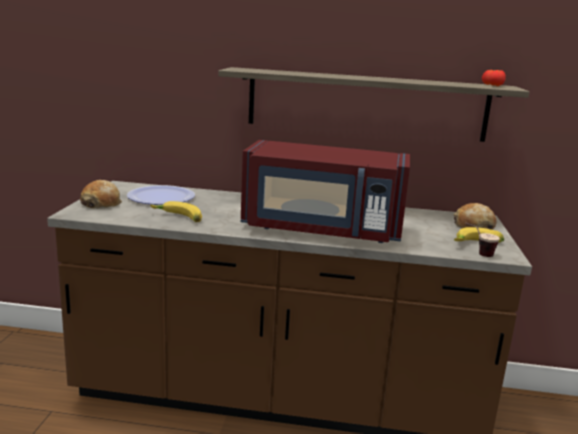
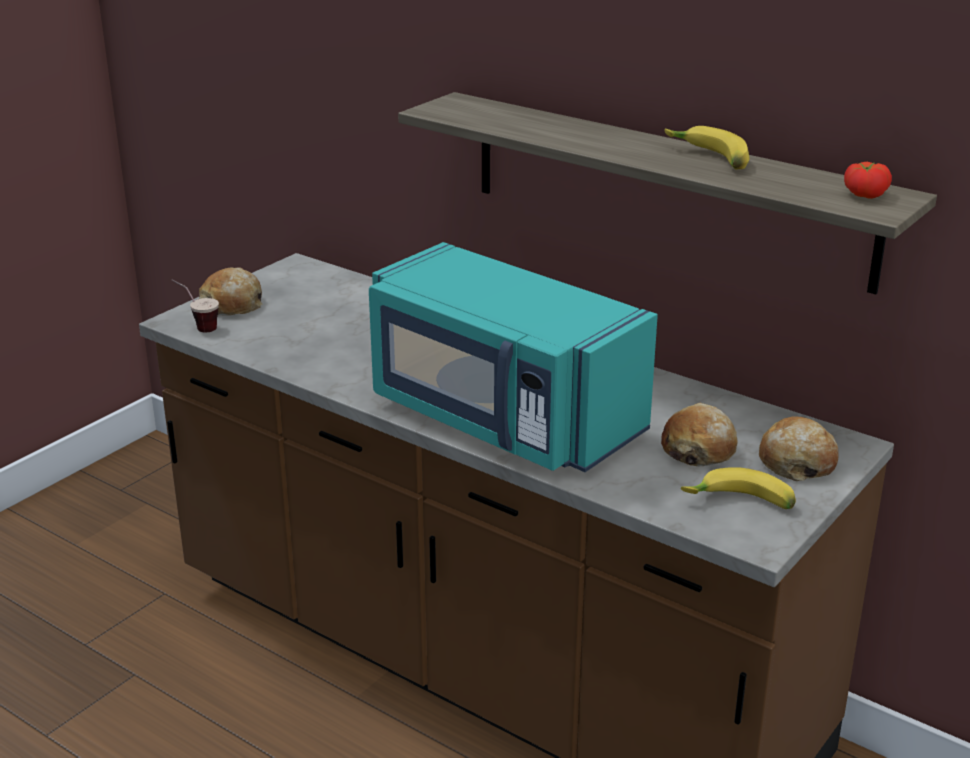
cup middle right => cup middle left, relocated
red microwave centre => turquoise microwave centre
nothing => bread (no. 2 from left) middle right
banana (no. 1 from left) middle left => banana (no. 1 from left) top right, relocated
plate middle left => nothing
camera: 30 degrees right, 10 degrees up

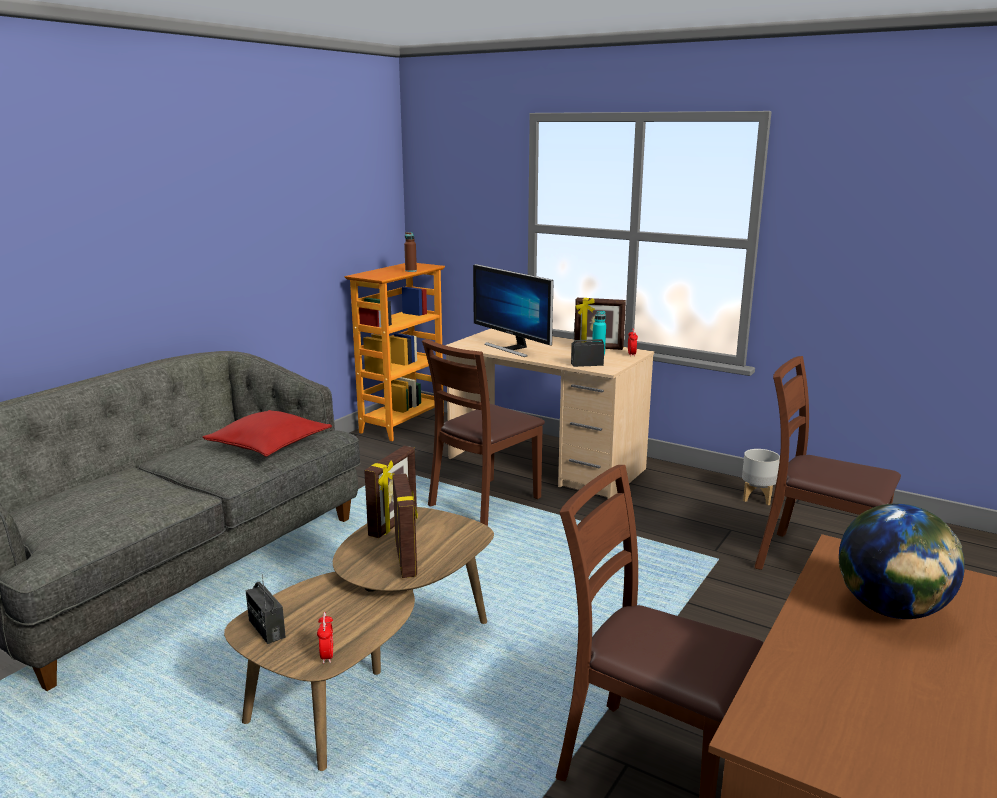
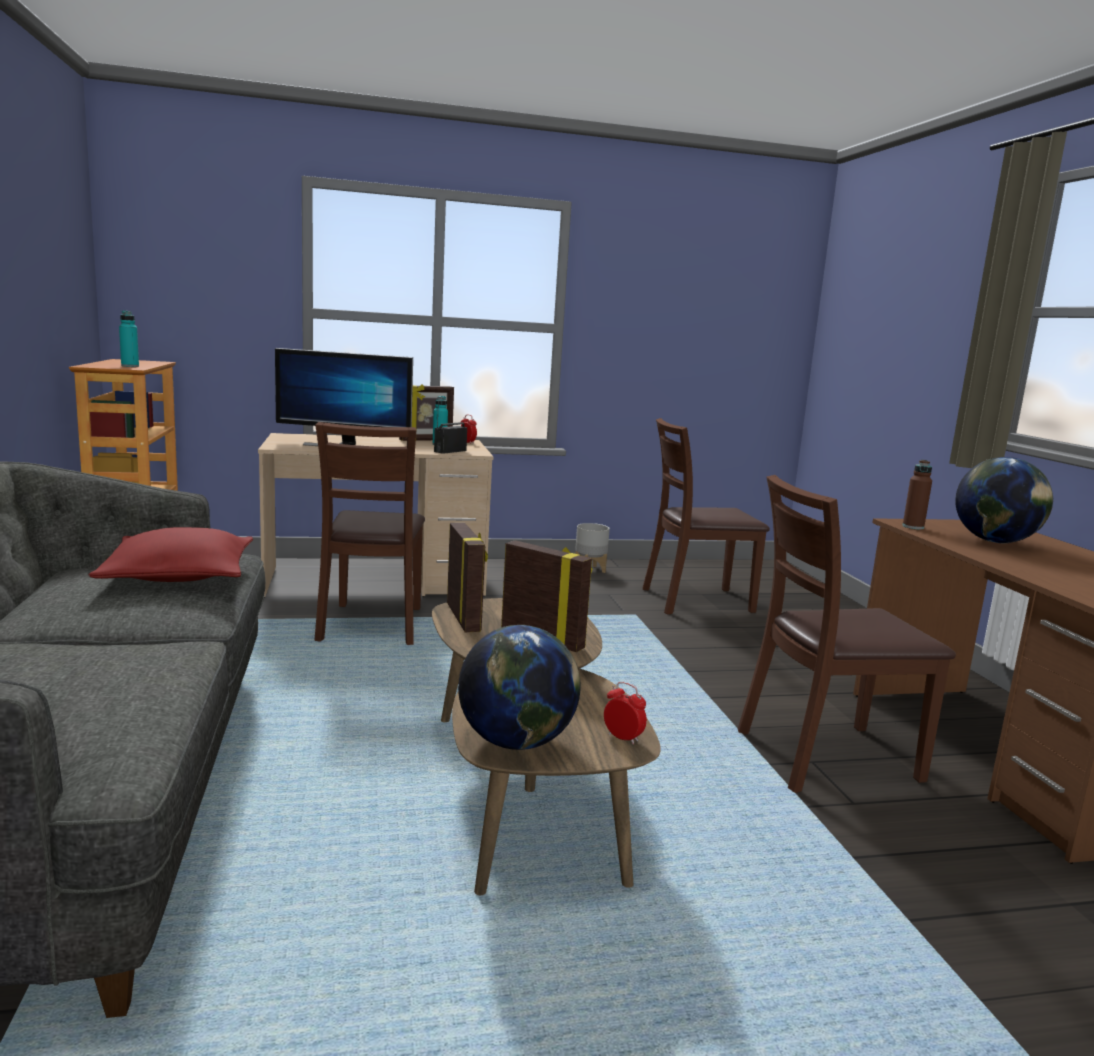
nothing => turquoise bottle (no. 1 from left) top left
radio (no. 1 from left) bottom left => globe (no. 1 from left) centre
brown bottle top centre => brown bottle middle right, relocated
camera: 45 degrees left, 5 degrees down

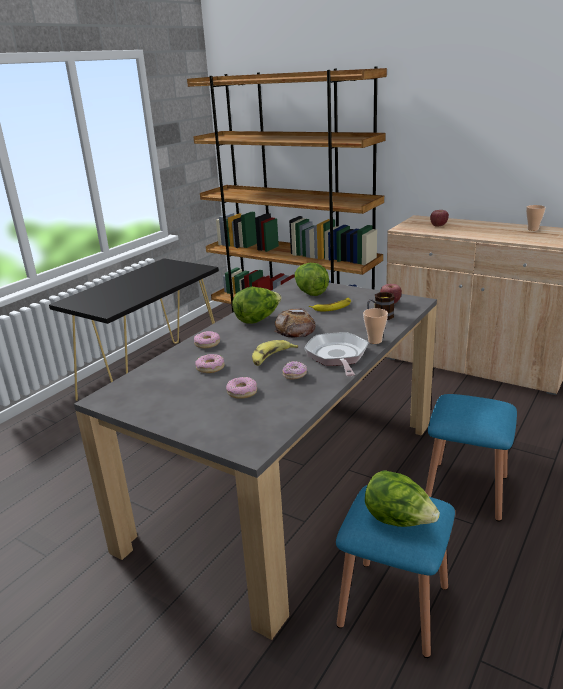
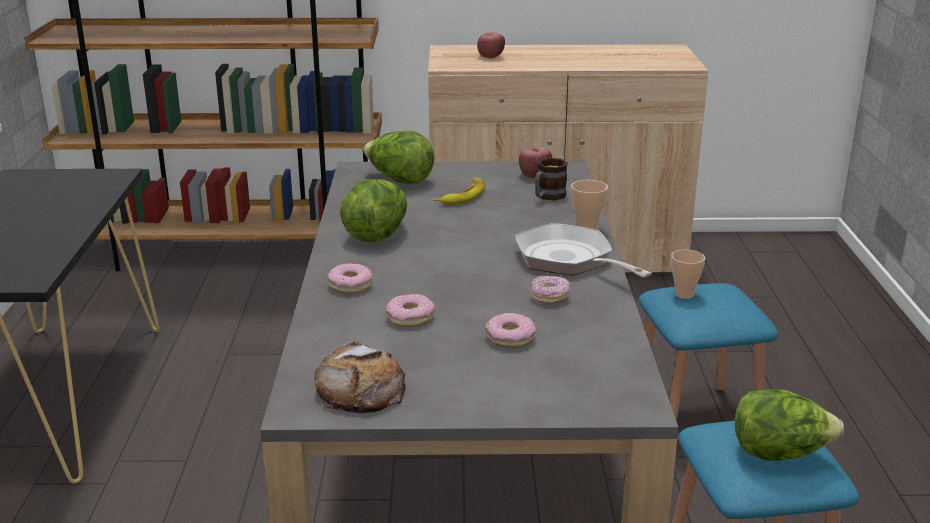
bread centre => bread bottom centre, relocated
cup (no. 2 from left) top right => cup (no. 2 from left) middle right, relocated
banana (no. 1 from left) centre => nothing
camera: 35 degrees left, 0 degrees up

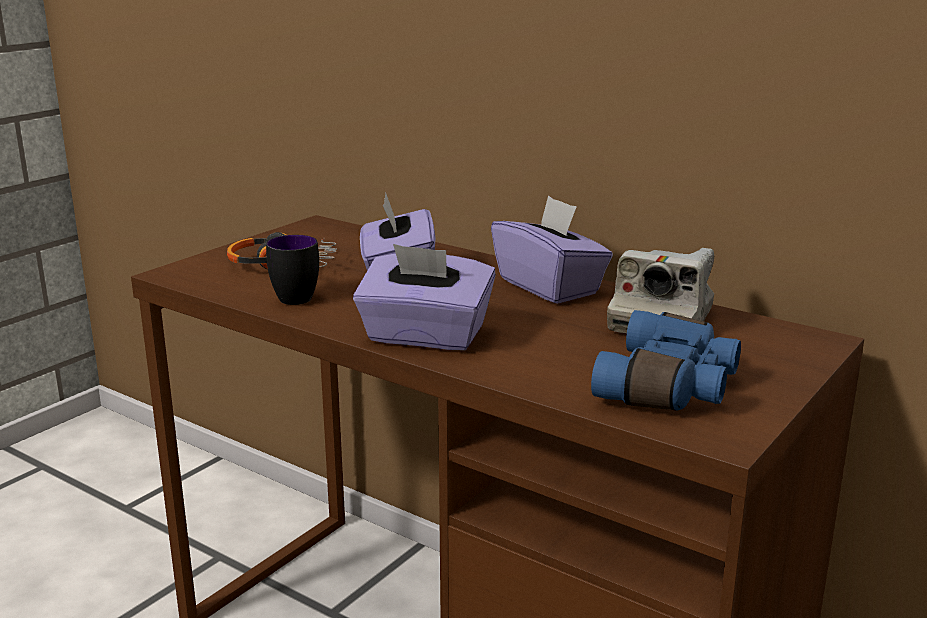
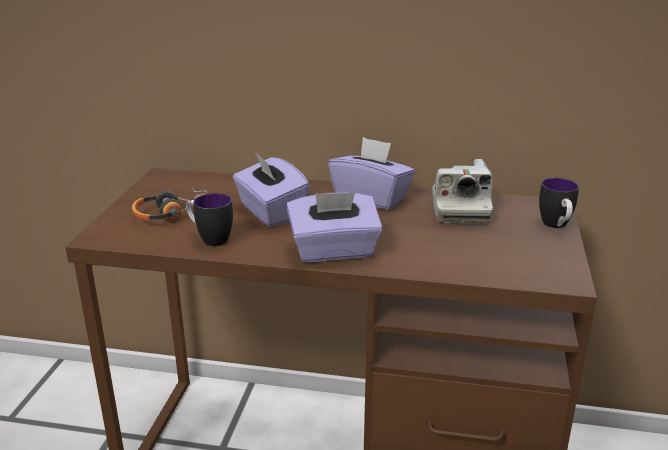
nothing => mug (no. 2 from left) middle right
blue binoculars middle right => nothing
camera: 25 degrees left, 5 degrees up

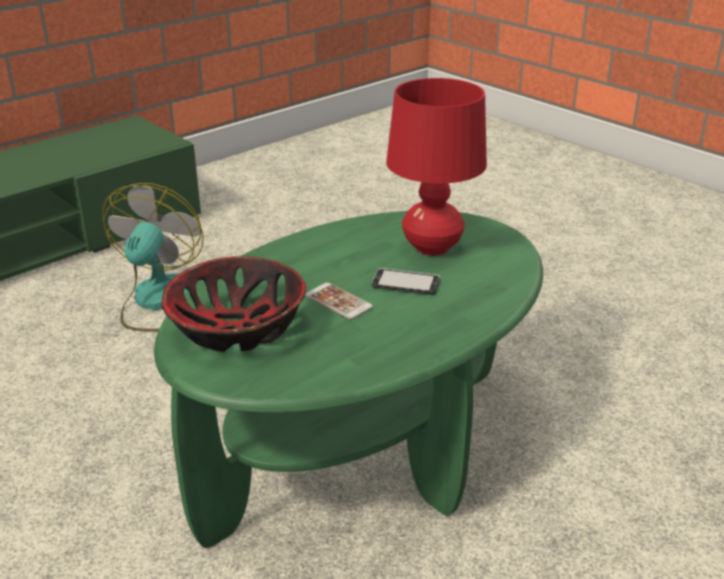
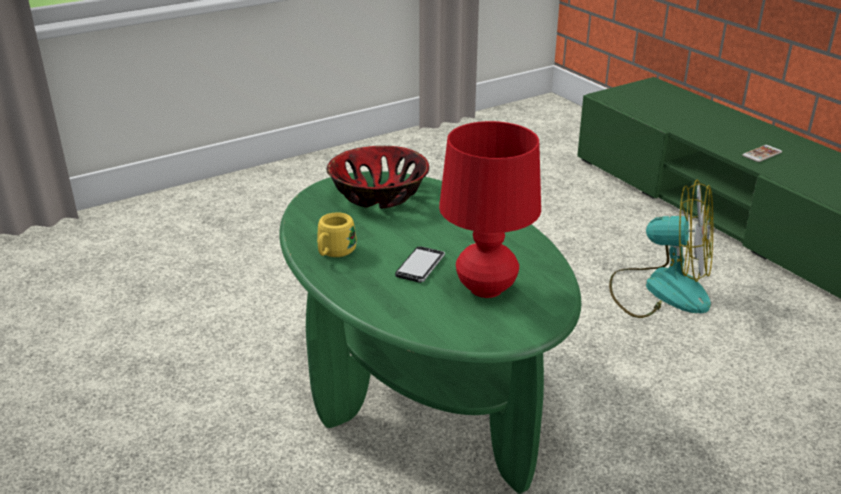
nothing => yellow mug centre
phone (no. 1 from left in the first image) centre => phone (no. 2 from left) top right, relocated
camera: 100 degrees right, 0 degrees up

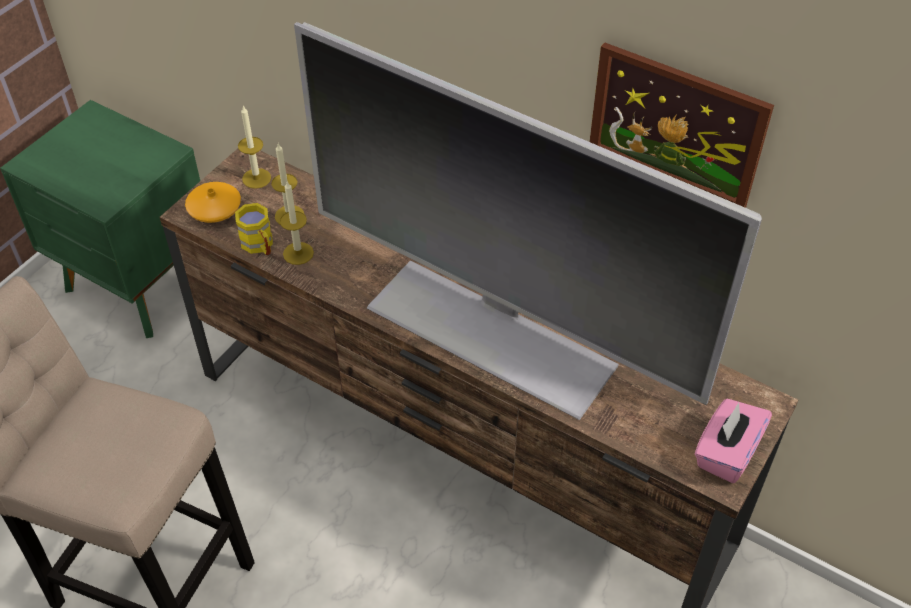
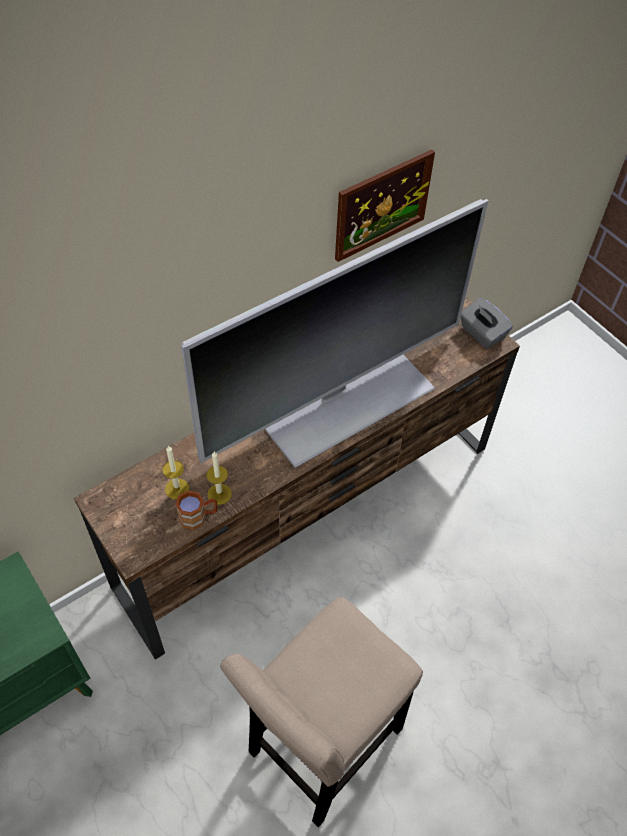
yellow mug middle left => brown mug middle left
pink tissue box bottom right => grey tissue box middle right
orange vase top left => nothing
candle (no. 1 from left) top left => nothing
camera: 70 degrees left, 5 degrees up

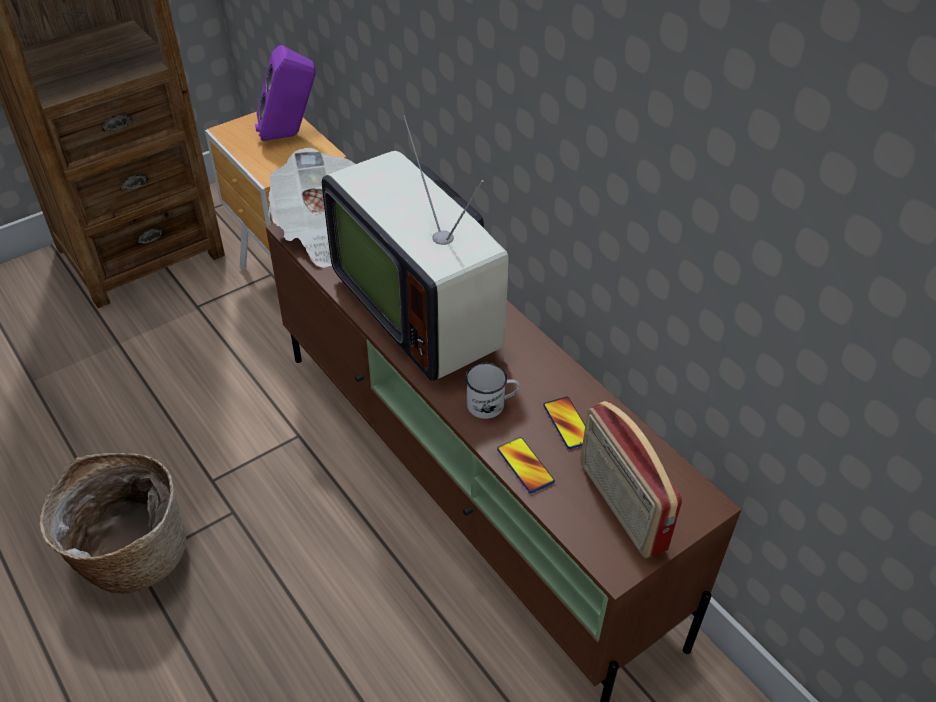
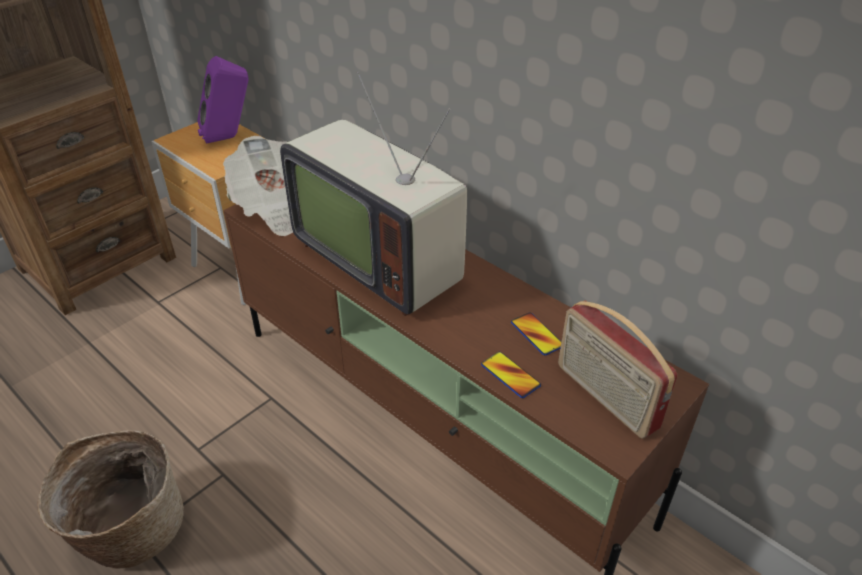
white mug centre => nothing
camera: 10 degrees left, 5 degrees down

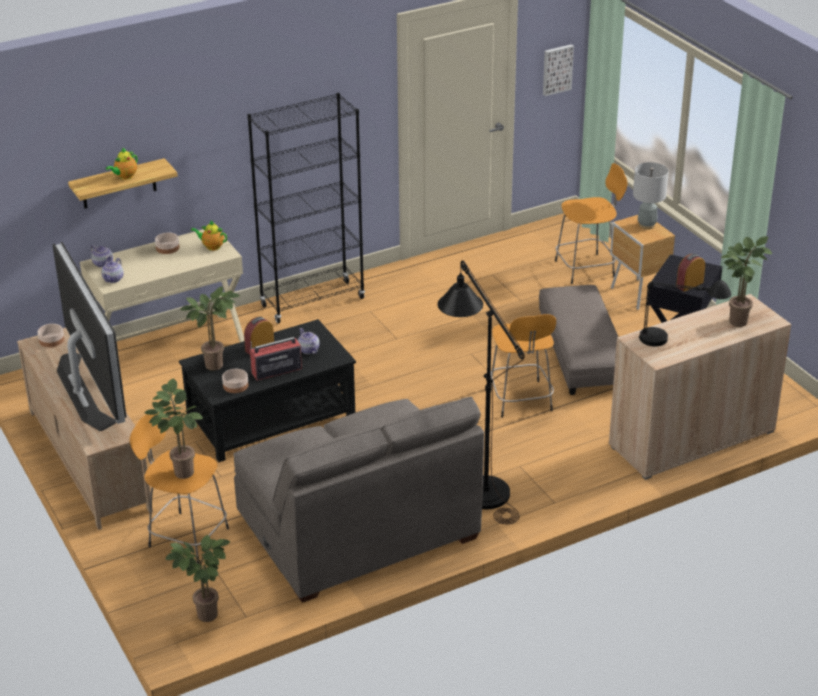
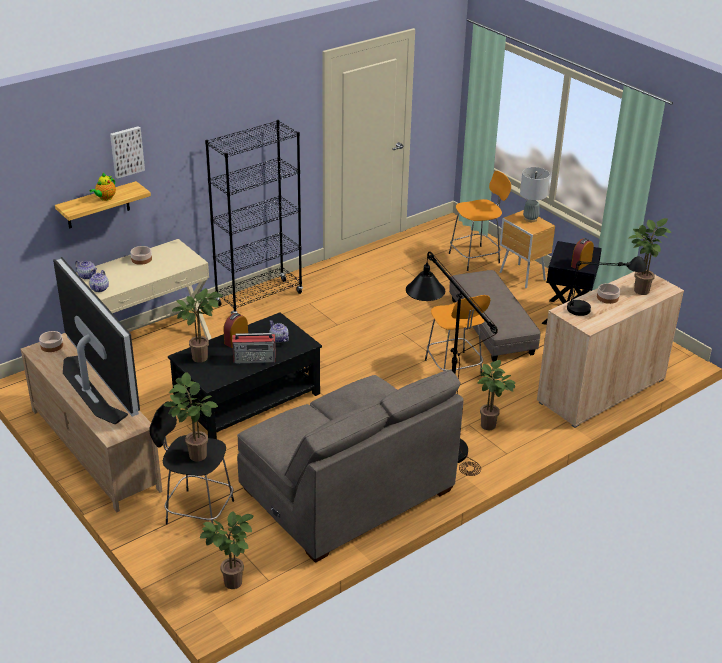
picture top right => picture top left, relocated
orange stool (no. 1 from left) bottom left => black stool bottom left
radio centre, 150 degrees counterclockwise
nothing => potted plant (no. 4 from left) middle right
bowl (no. 3 from left) middle left => bowl (no. 3 from left) middle right, relocated
teapot (no. 4 from left) middle left => nothing
camera: 10 degrees left, 0 degrees up

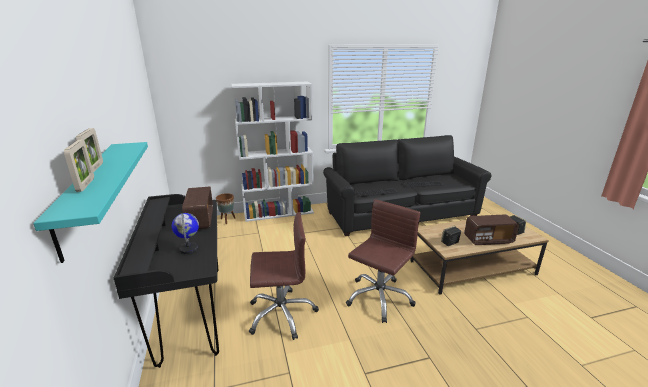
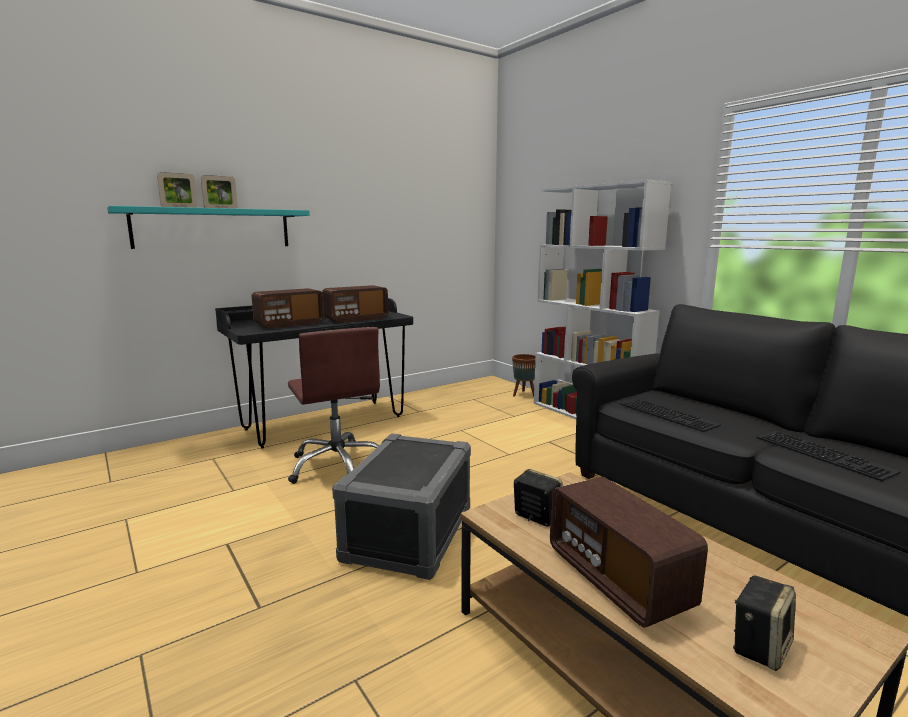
globe middle left => radio (no. 1 from left) middle left
brown office chair (no. 2 from left) bottom centre => grey storage box bottom centre
camera: 70 degrees right, 10 degrees down

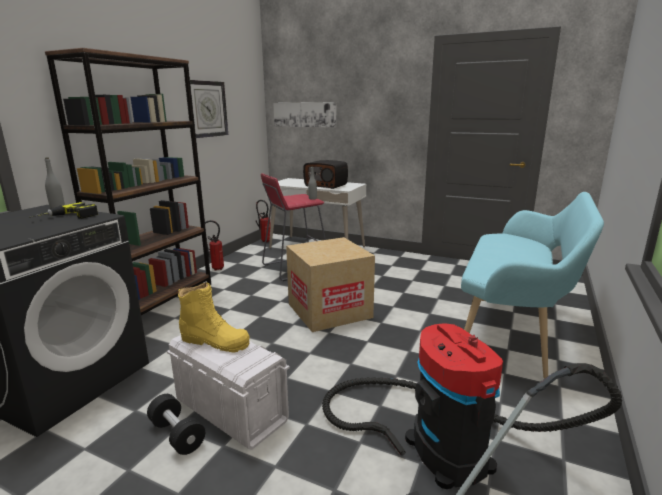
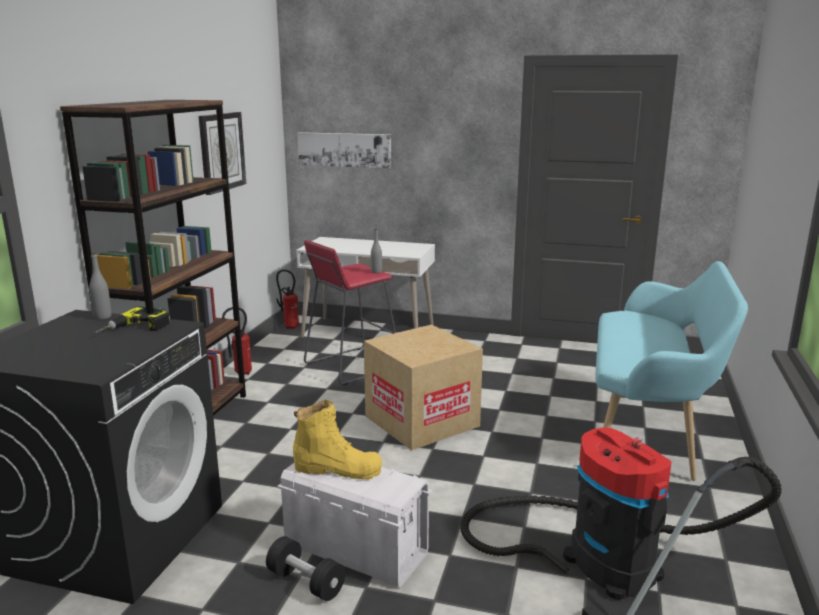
radio centre => nothing
camera: 10 degrees left, 0 degrees up

